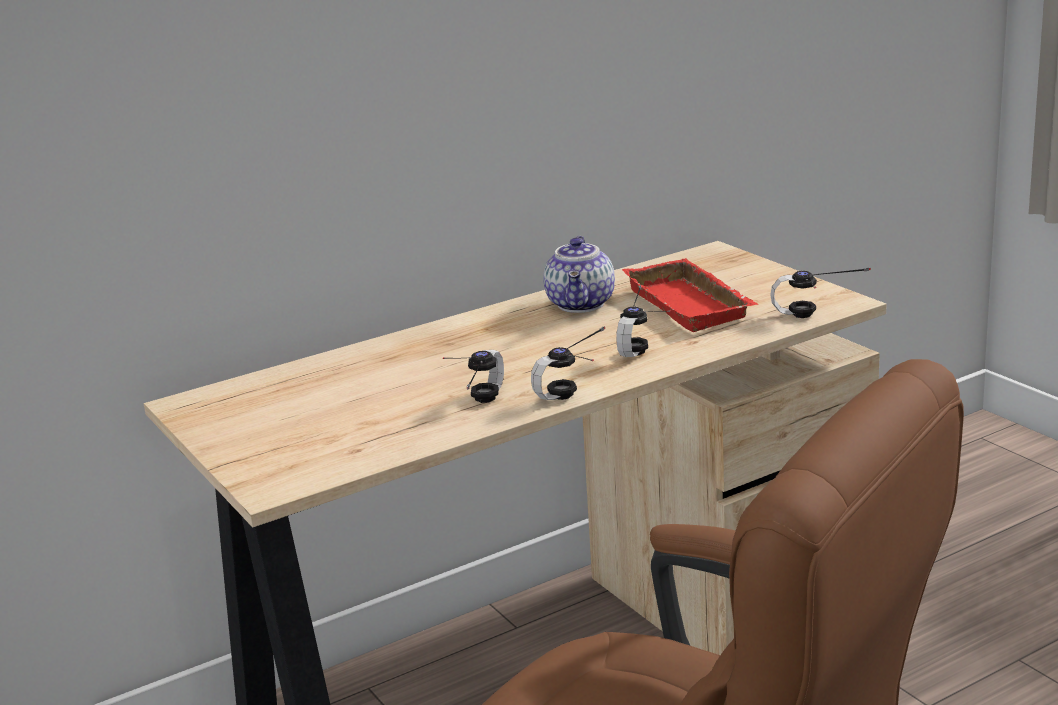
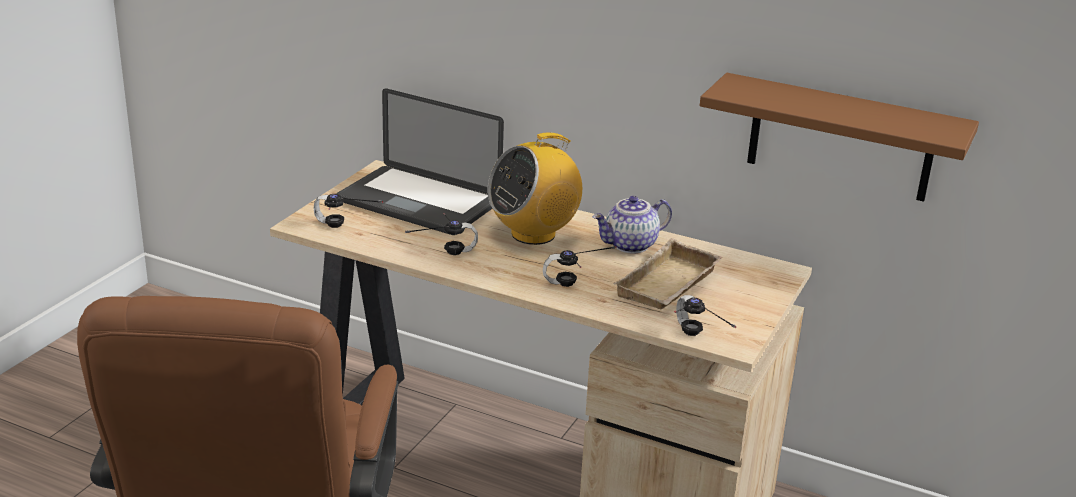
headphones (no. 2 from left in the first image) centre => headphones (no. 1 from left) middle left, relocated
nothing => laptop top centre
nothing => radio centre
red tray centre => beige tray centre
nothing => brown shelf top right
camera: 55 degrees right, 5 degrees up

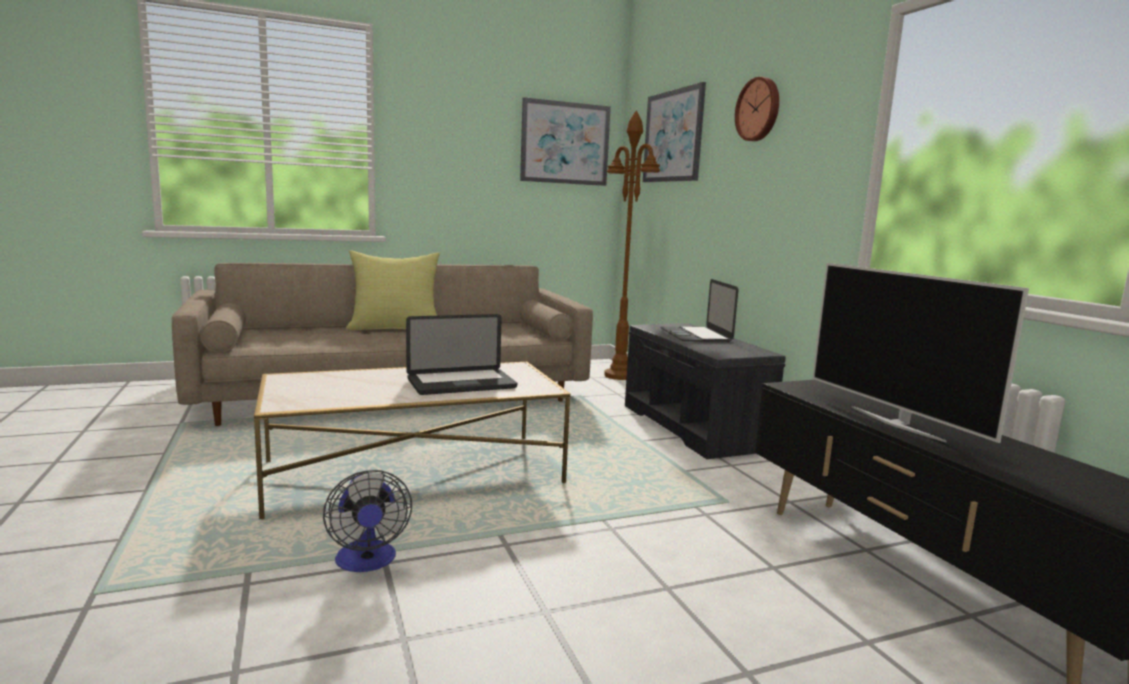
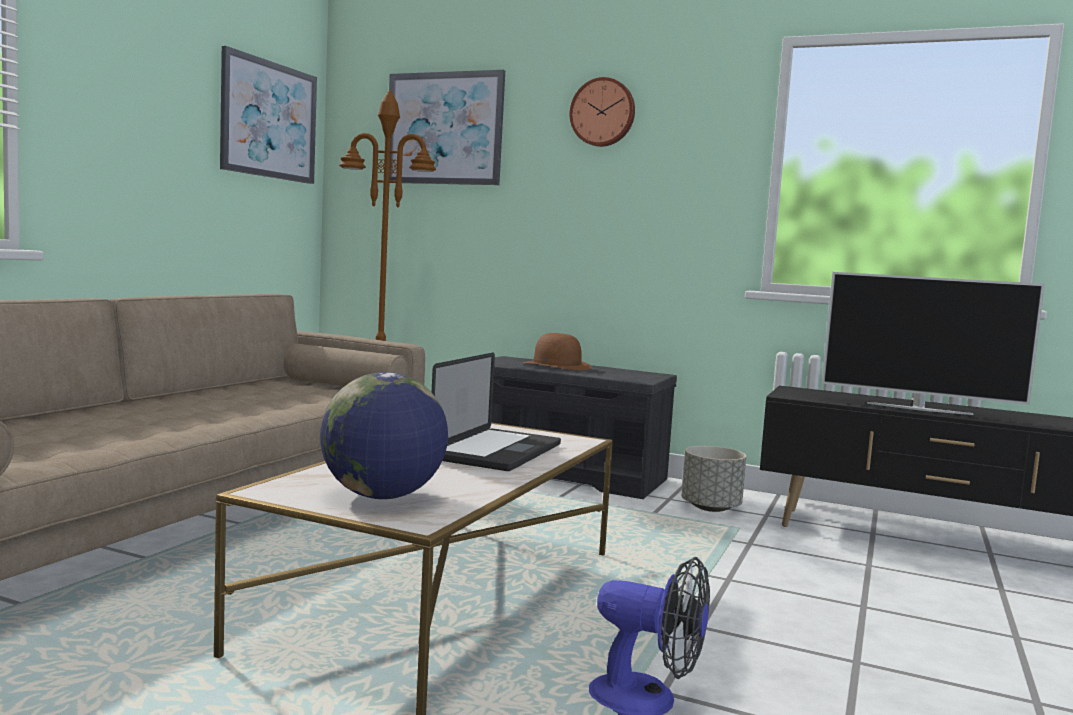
nothing => globe centre
laptop (no. 2 from left) centre => brown hat centre
nothing => grey planter bottom centre
yellow pillow centre => nothing
camera: 45 degrees left, 5 degrees down

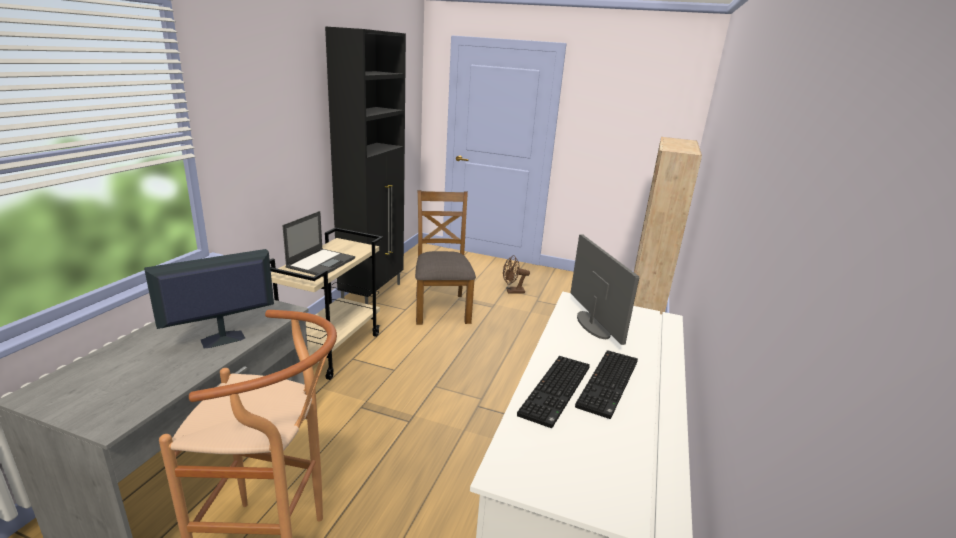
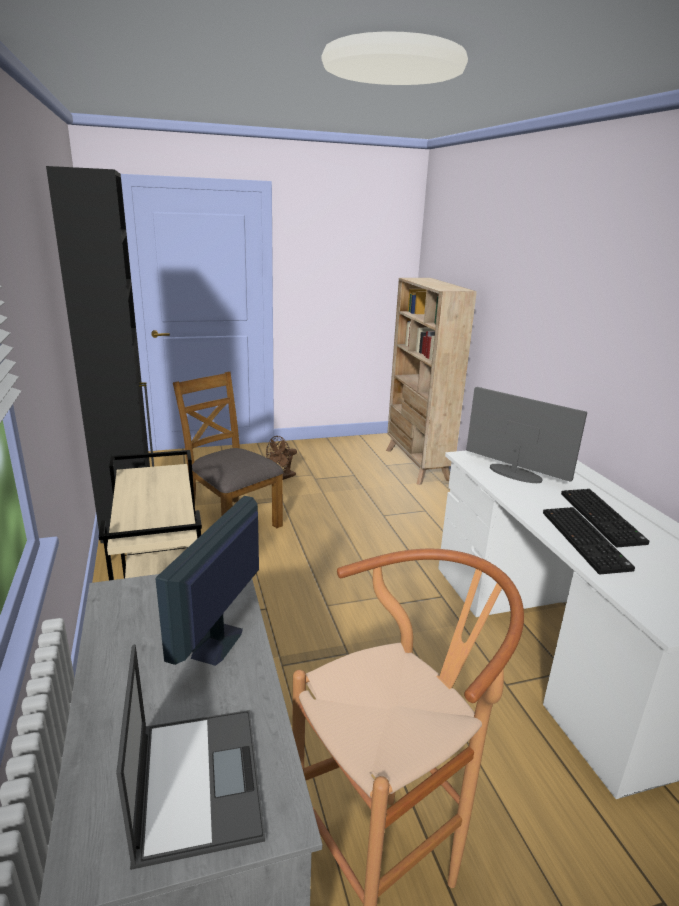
laptop middle left => laptop bottom left, relocated
camera: 35 degrees left, 0 degrees up

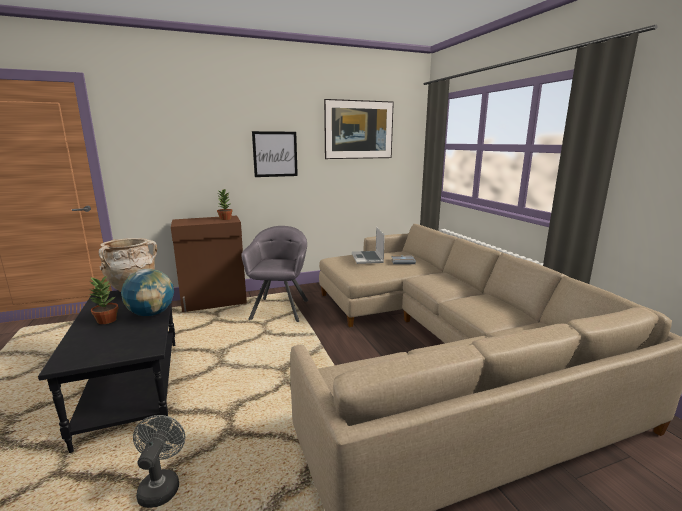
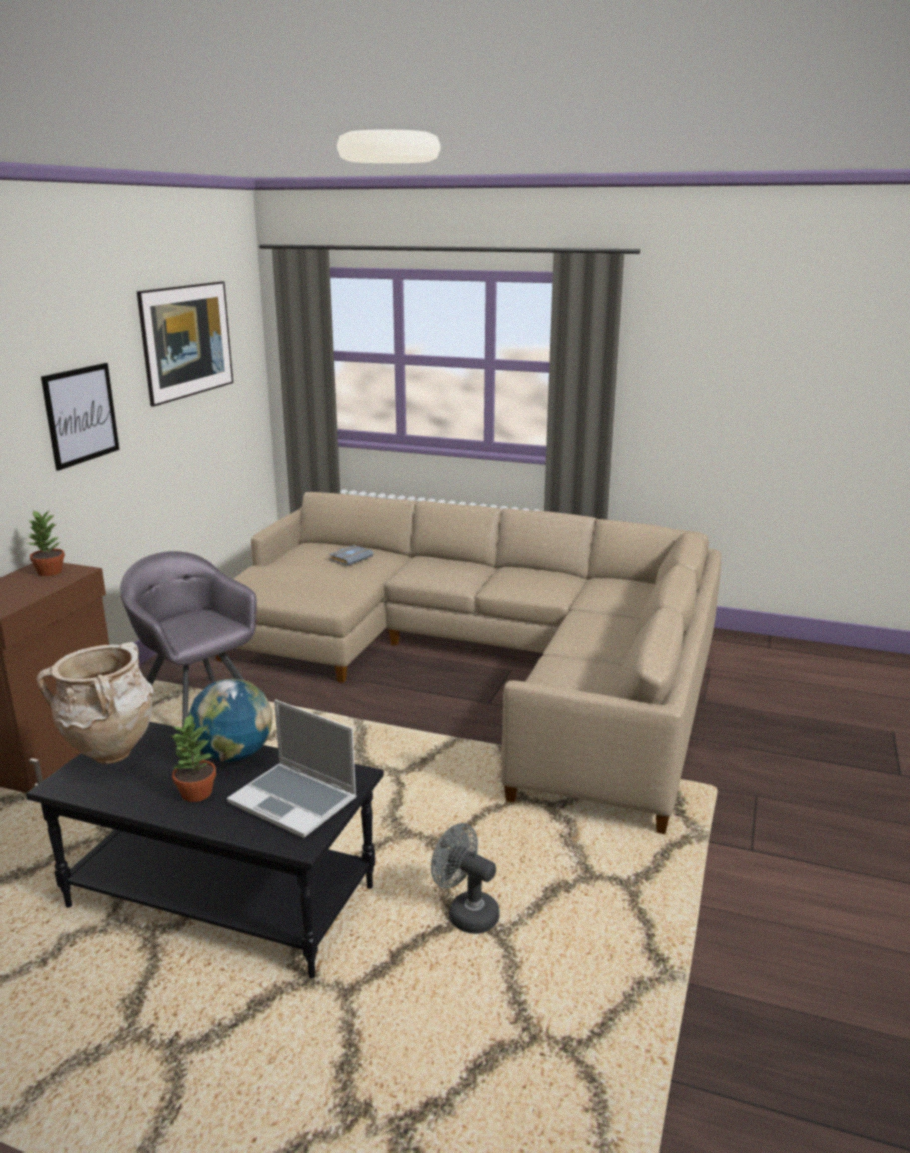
laptop centre => laptop bottom left, relocated
camera: 50 degrees left, 5 degrees up

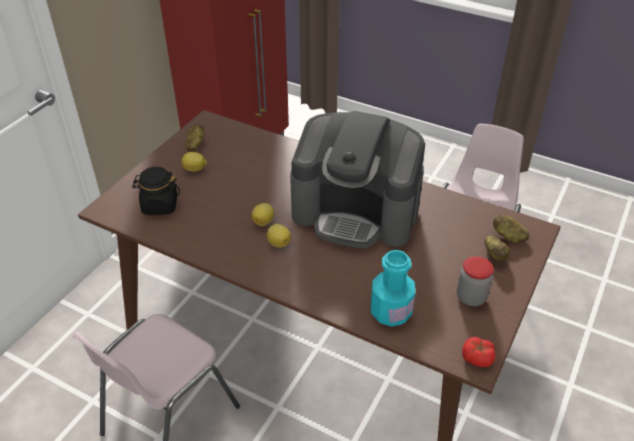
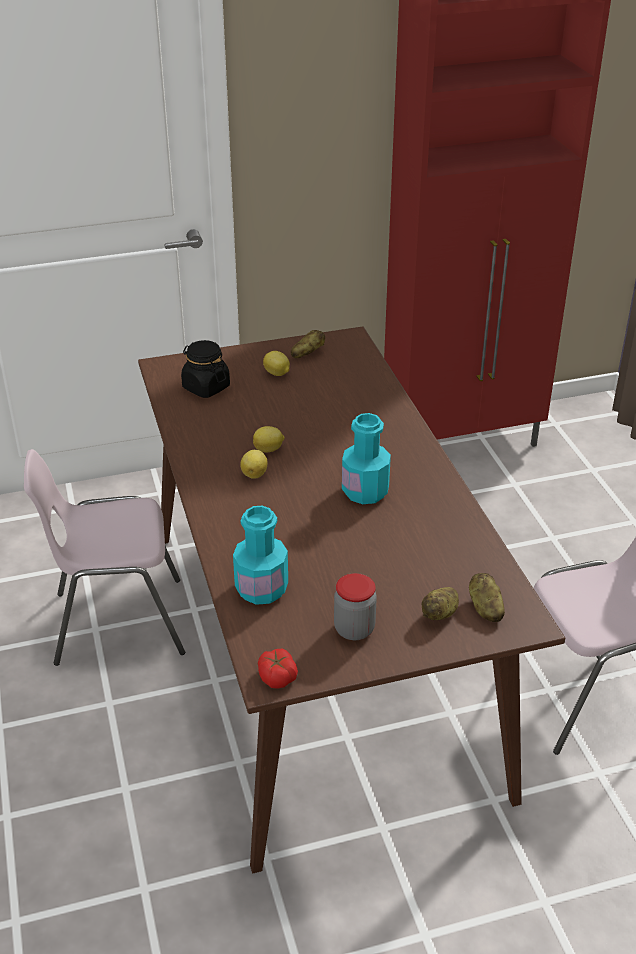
coffee machine centre => turquoise bottle (no. 2 from left) centre
camera: 45 degrees right, 5 degrees down

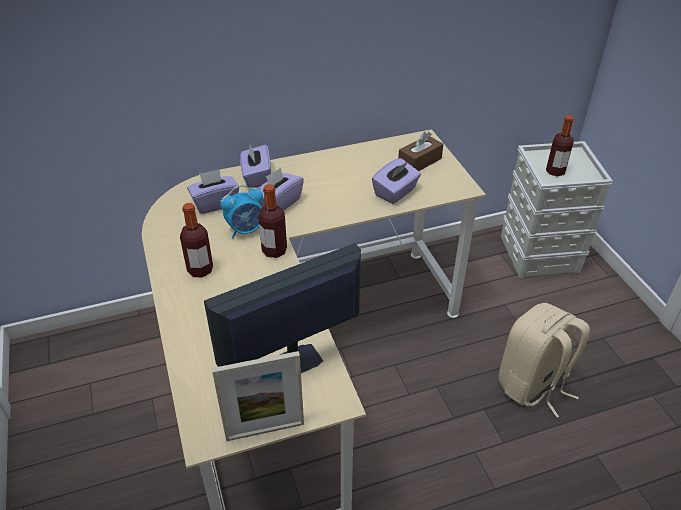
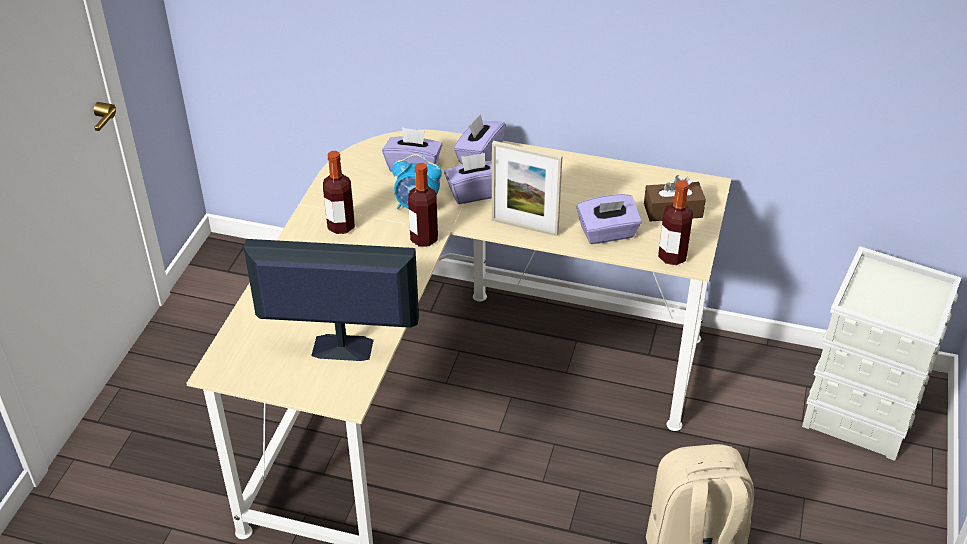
picture frame bottom centre => picture frame centre, relocated
bottle (no. 3 from left) top right => bottle (no. 3 from left) middle right, relocated
camera: 35 degrees right, 0 degrees up

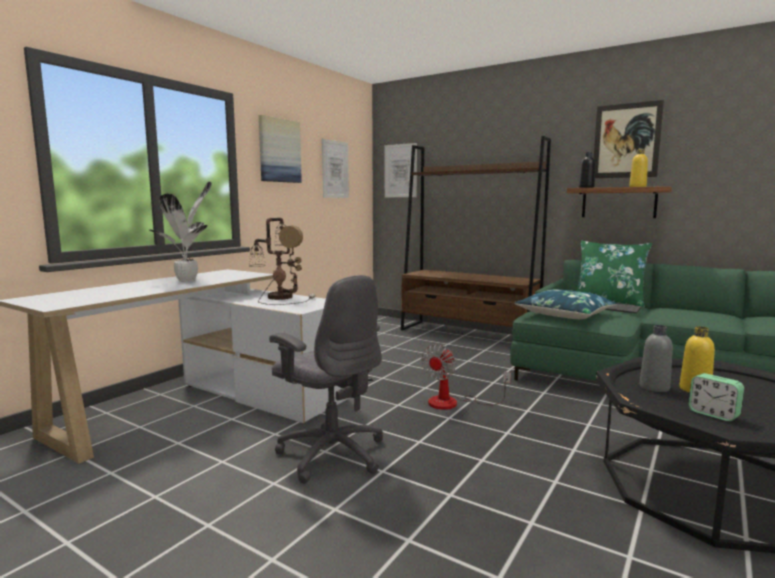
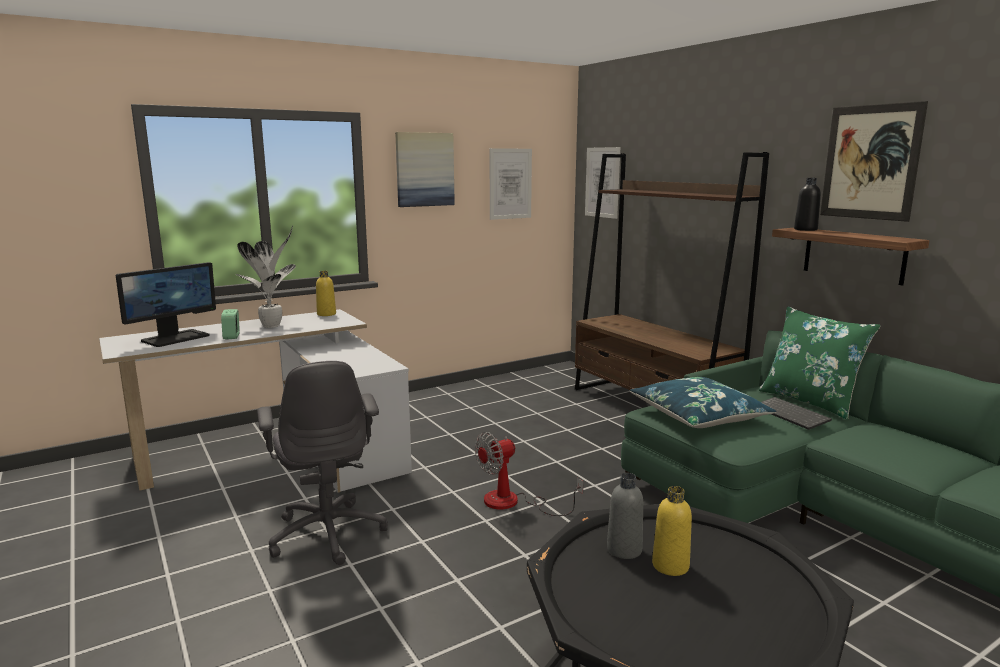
nothing => monitor middle left
alarm clock bottom right => alarm clock middle left, relocated
yellow bottle (no. 1 from left) top right => yellow bottle (no. 1 from left) middle left, relocated
table lamp centre => nothing
camera: 25 degrees right, 5 degrees up

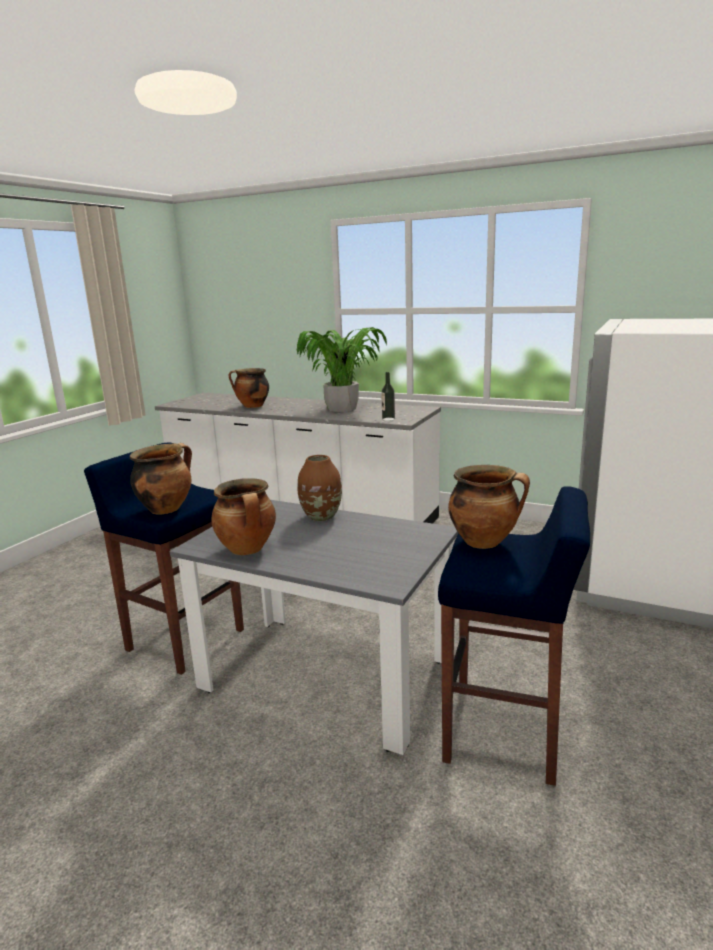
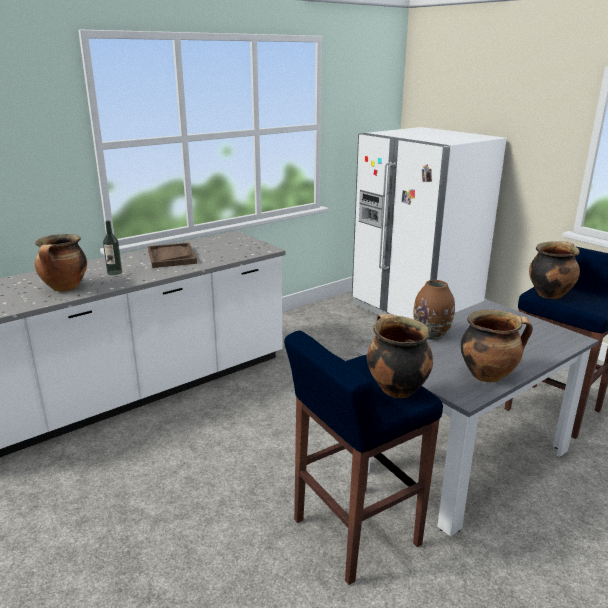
bottle centre => bottle middle left, relocated
potted plant centre => brown tray middle left
camera: 65 degrees left, 5 degrees up

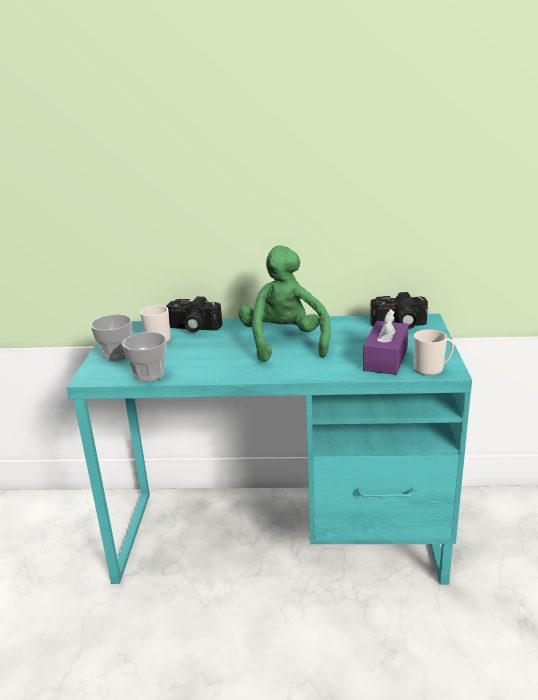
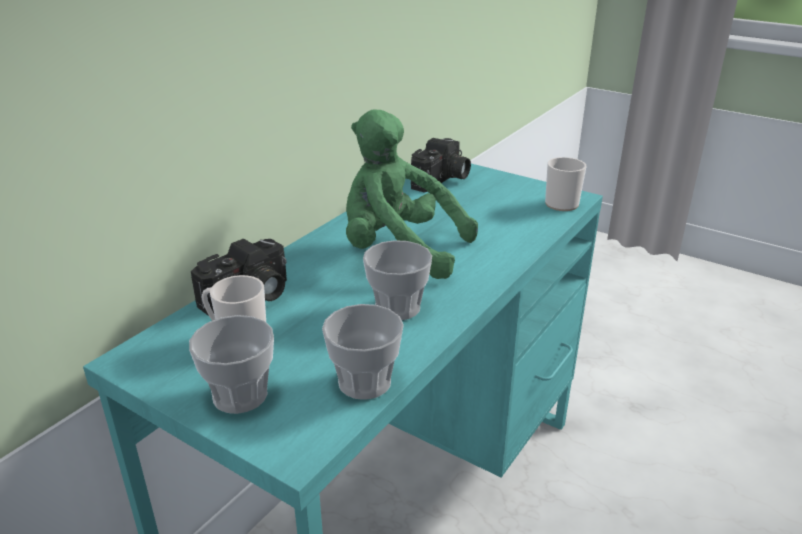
nothing => cup (no. 3 from left) centre
purple tissue box middle right => nothing
camera: 60 degrees left, 5 degrees up

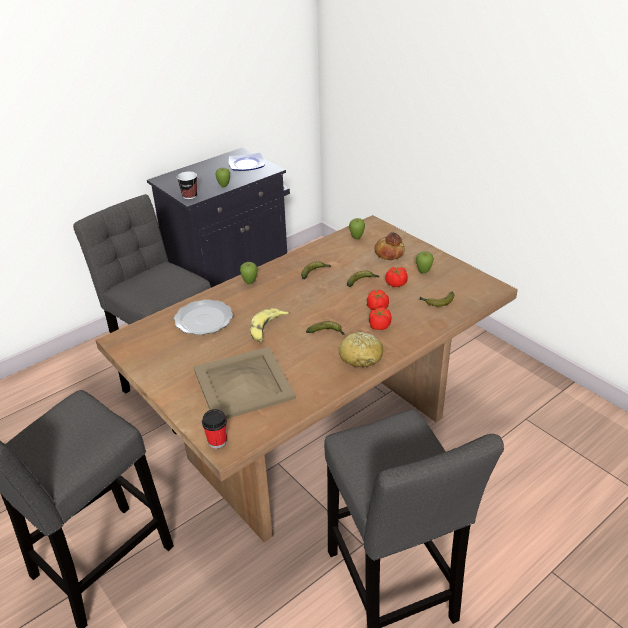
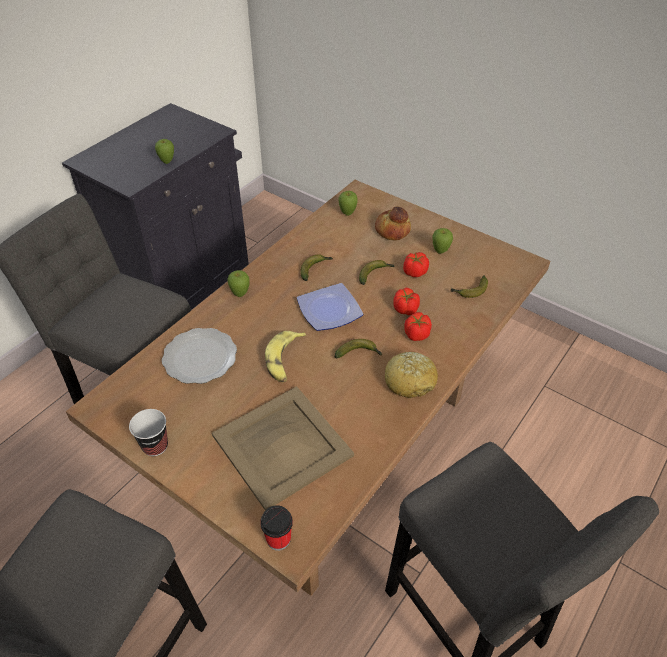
cup (no. 1 from left) top left => cup (no. 1 from left) middle left, relocated
plate (no. 2 from left) top centre => plate (no. 2 from left) centre, relocated
camera: 15 degrees left, 10 degrees up

